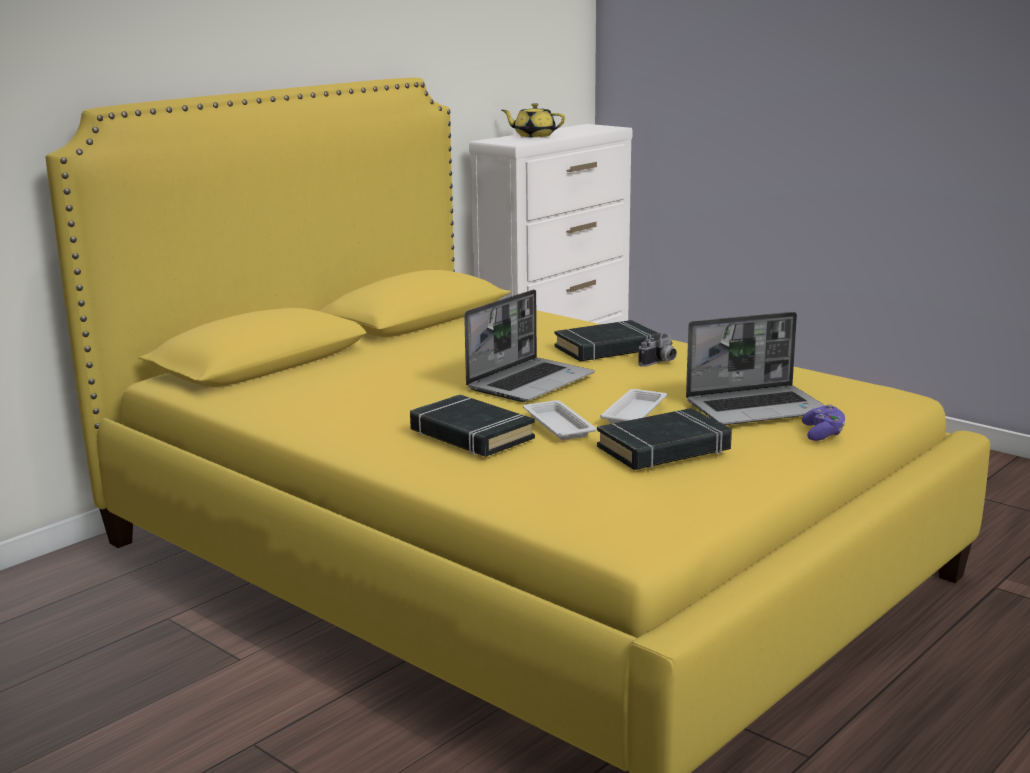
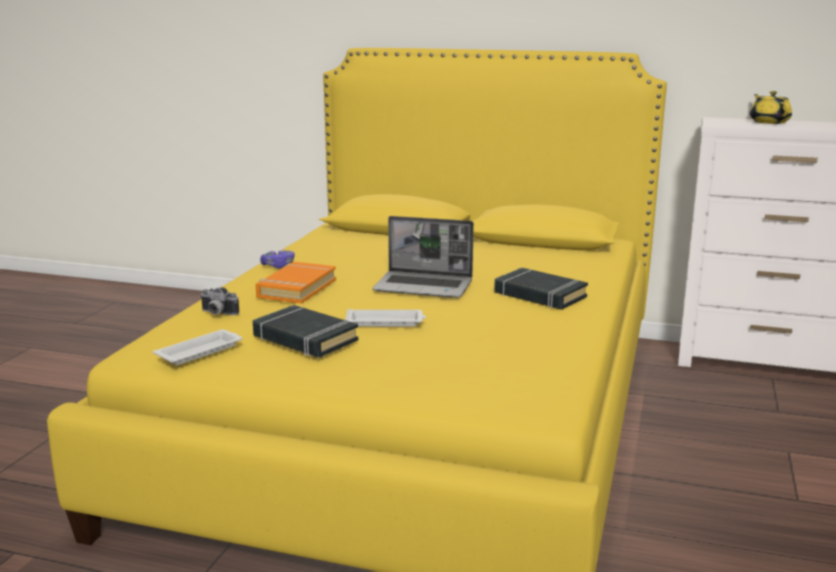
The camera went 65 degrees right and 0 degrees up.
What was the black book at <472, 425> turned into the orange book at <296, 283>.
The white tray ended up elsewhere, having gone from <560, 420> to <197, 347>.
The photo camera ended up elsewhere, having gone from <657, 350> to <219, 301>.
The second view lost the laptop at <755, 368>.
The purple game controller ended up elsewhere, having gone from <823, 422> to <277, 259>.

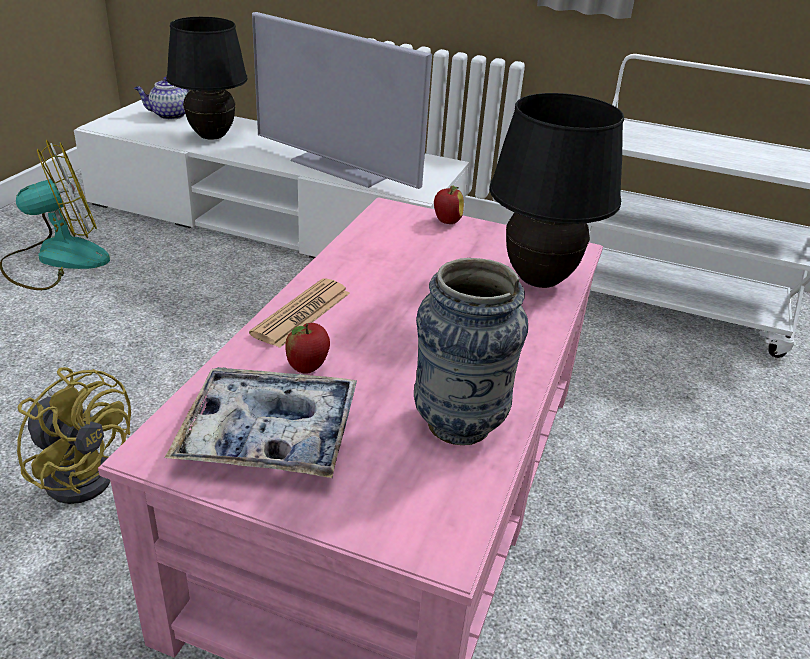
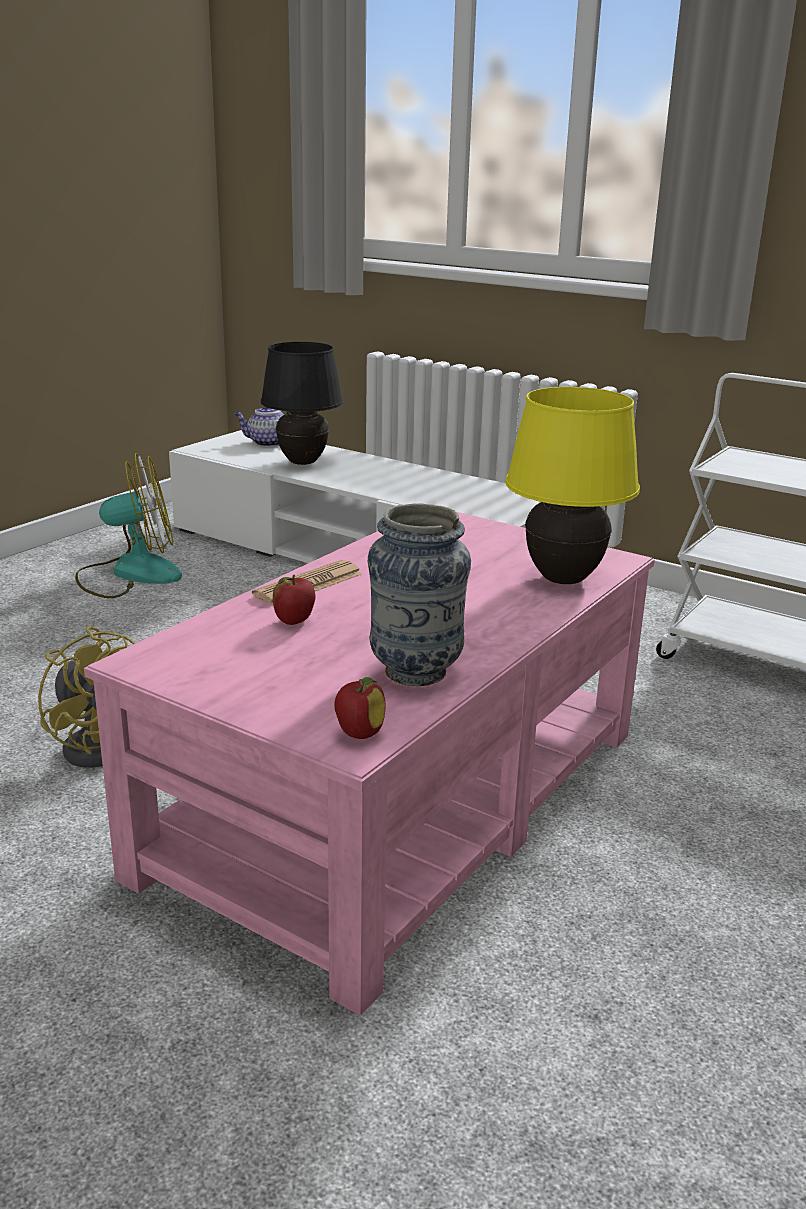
The camera went 15 degrees right and 10 degrees down.
The second view lost the tray at <261, 422>.
The second view lost the television at <342, 100>.
The apple ended up elsewhere, having gone from <449, 204> to <359, 708>.
What was the black table lamp at <556, 190> turned into the yellow table lamp at <572, 485>.

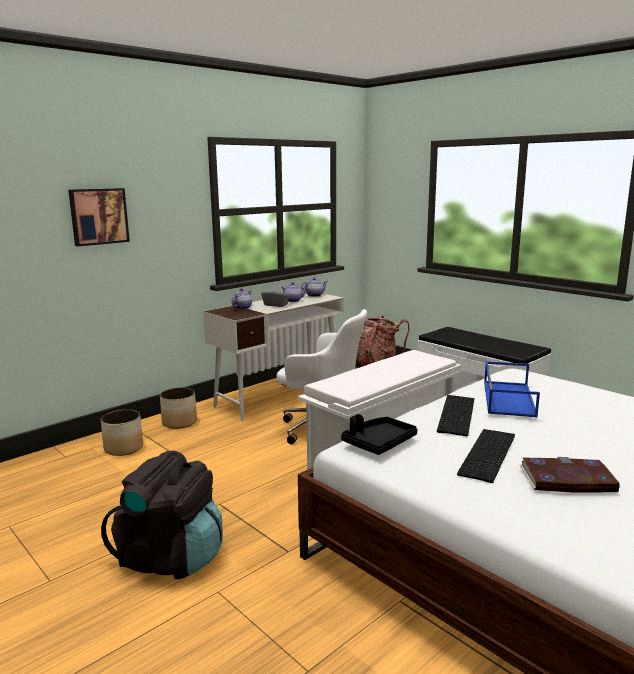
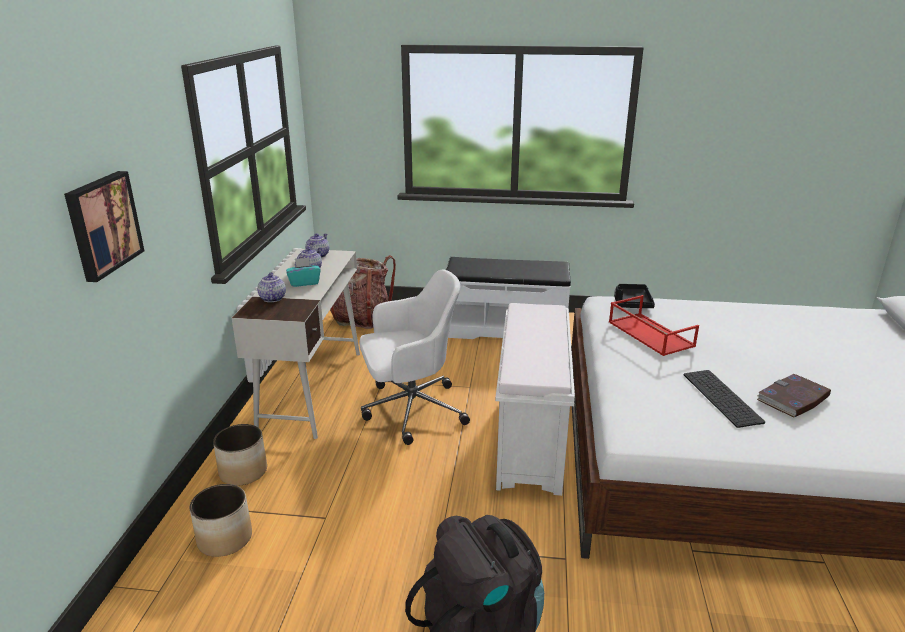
The camera went 40 degrees left and 10 degrees up.
What was the grey tissue box at <275, 296> turned into the turquoise tissue box at <303, 272>.
The black tray ended up elsewhere, having gone from <379, 434> to <634, 296>.
The second view lost the keyboard at <455, 415>.
What was the blue tray at <512, 389> turned into the red tray at <654, 325>.

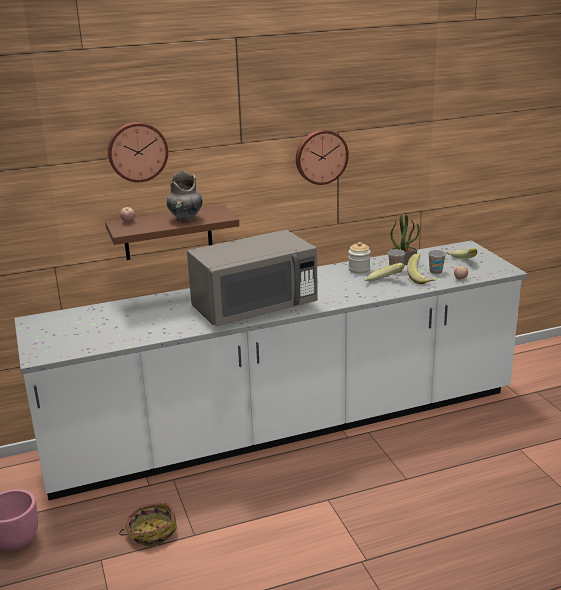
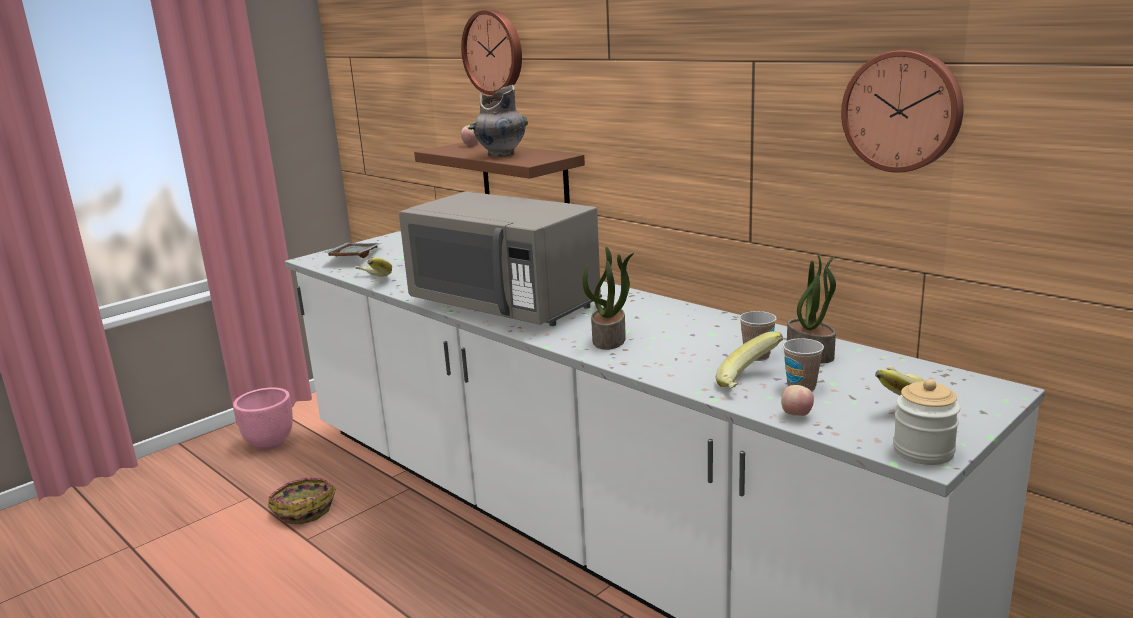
The camera went 65 degrees right and 5 degrees down.
The wall clock ended up elsewhere, having gone from <322, 157> to <902, 111>.
The jar ended up elsewhere, having gone from <359, 258> to <926, 422>.
The banana ended up elsewhere, having gone from <384, 272> to <373, 267>.
The second view gained the grey tray at <351, 250>.
The second view gained the potted plant at <608, 298>.

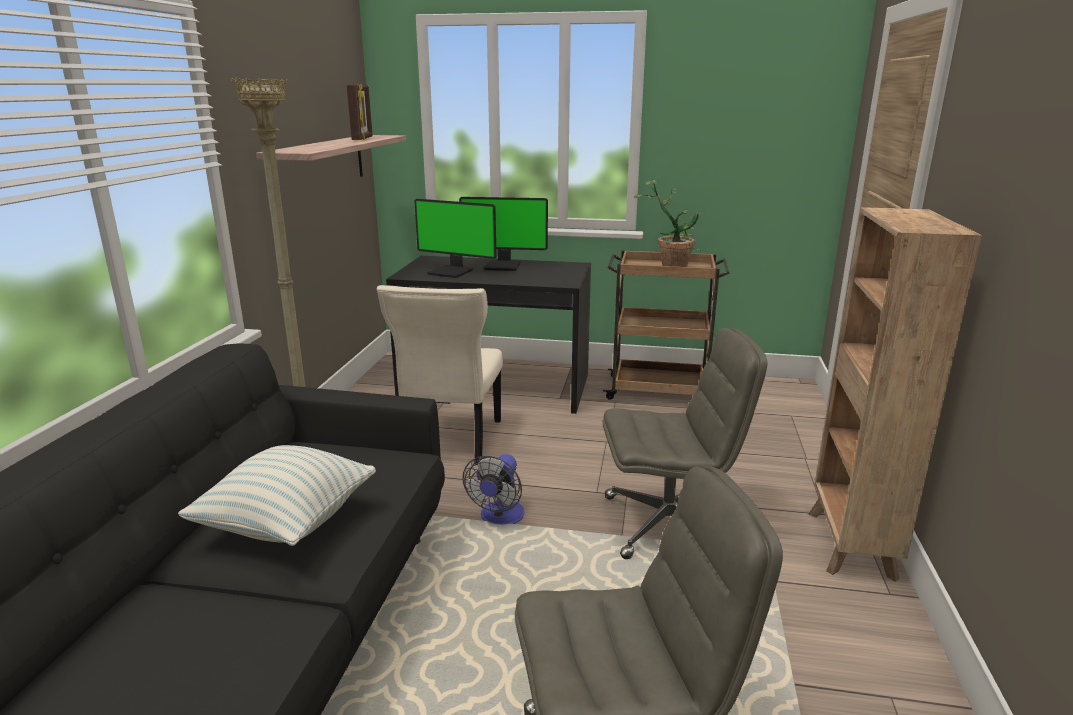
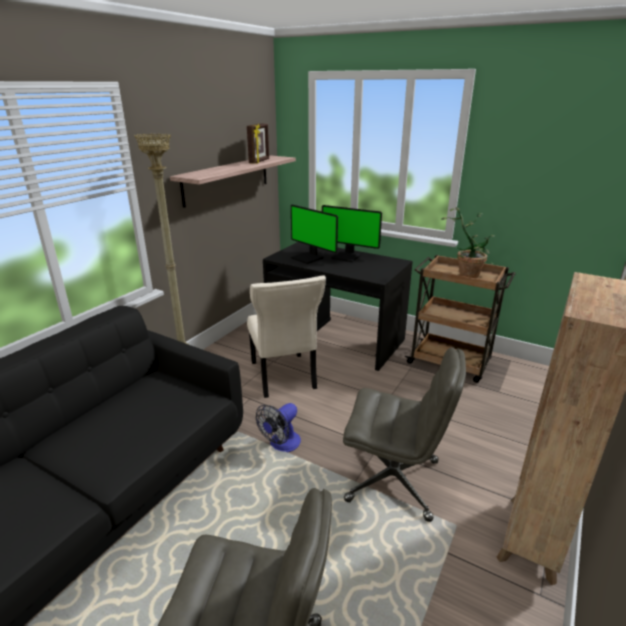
The camera went 20 degrees right and 5 degrees up.
The second view lost the pillow at <277, 495>.
The beige chair at <440, 375> ended up facing another way, 45 degrees counterclockwise from before.

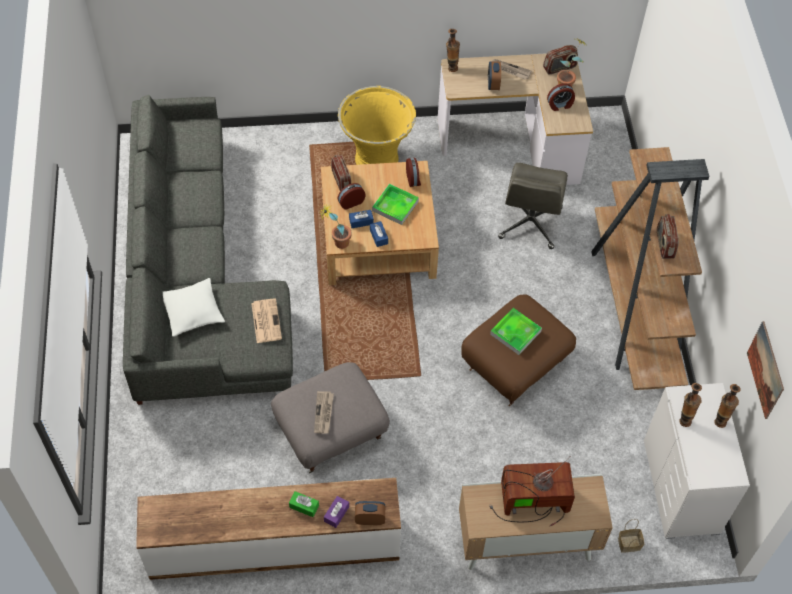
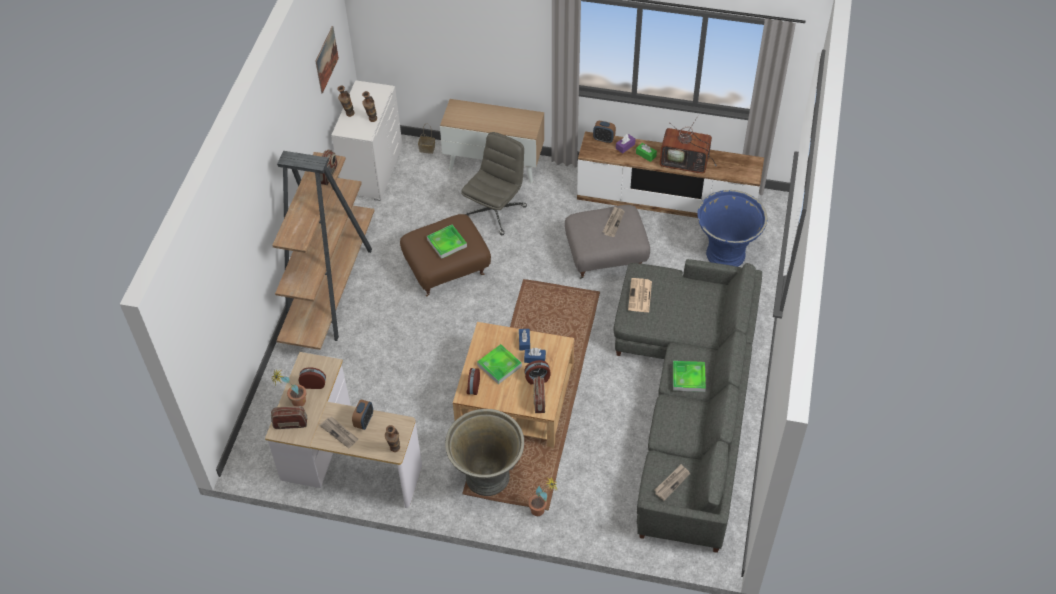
The camera went 160 degrees left and 5 degrees down.
The second view lost the white pillow at <194, 307>.
The potted plant ended up elsewhere, having gone from <336, 226> to <542, 496>.
What was the yellow planter at <377, 125> turned into the grey planter at <484, 452>.
The television ended up elsewhere, having gone from <532, 491> to <688, 144>.
The grey office chair ended up elsewhere, having gone from <533, 206> to <494, 183>.
The second view gained the newspaper at <672, 482>.
The second view gained the tray at <689, 376>.
The second view gained the blue planter at <732, 228>.

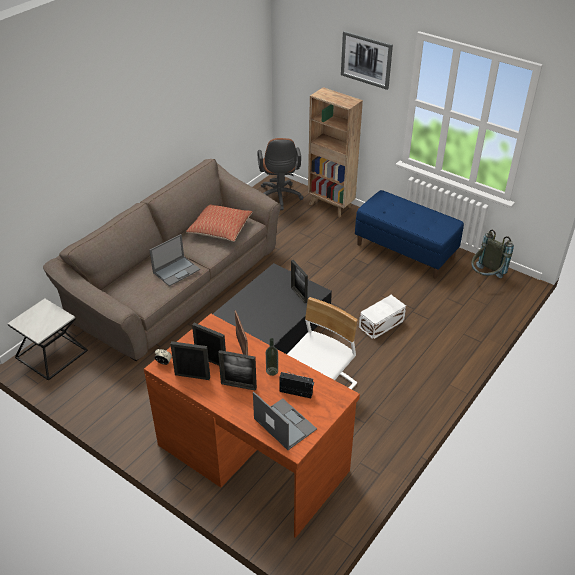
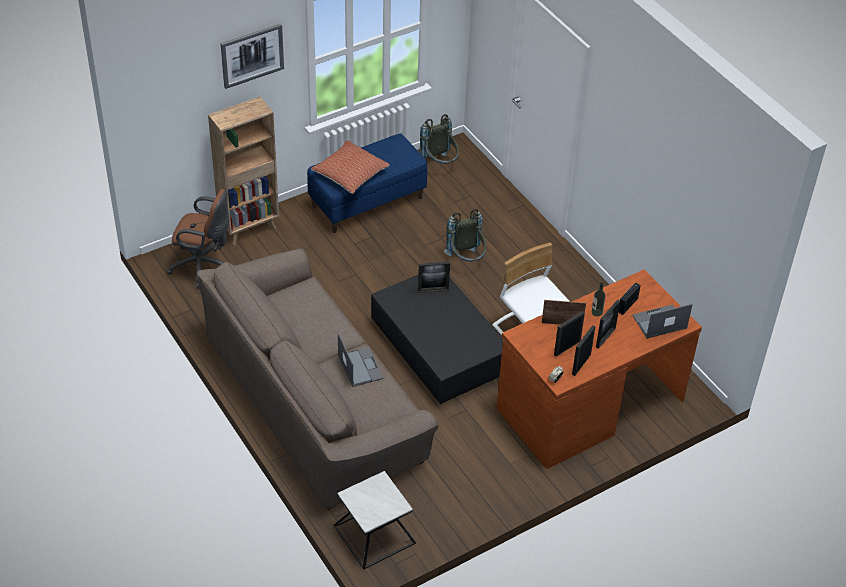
The camera went 70 degrees left and 5 degrees up.
The pillow ended up elsewhere, having gone from <219, 223> to <350, 167>.
Where the white storage box stood at <382, 317>, the grey backpack came to stand at <465, 235>.

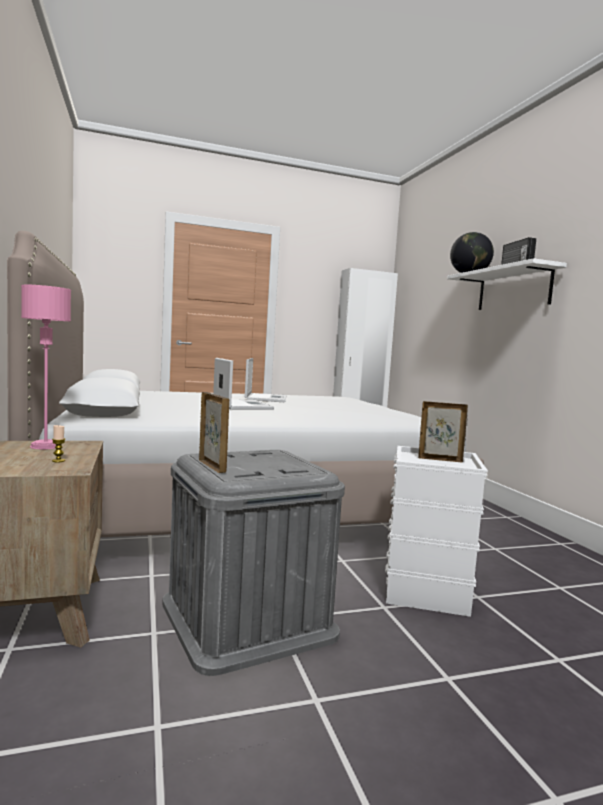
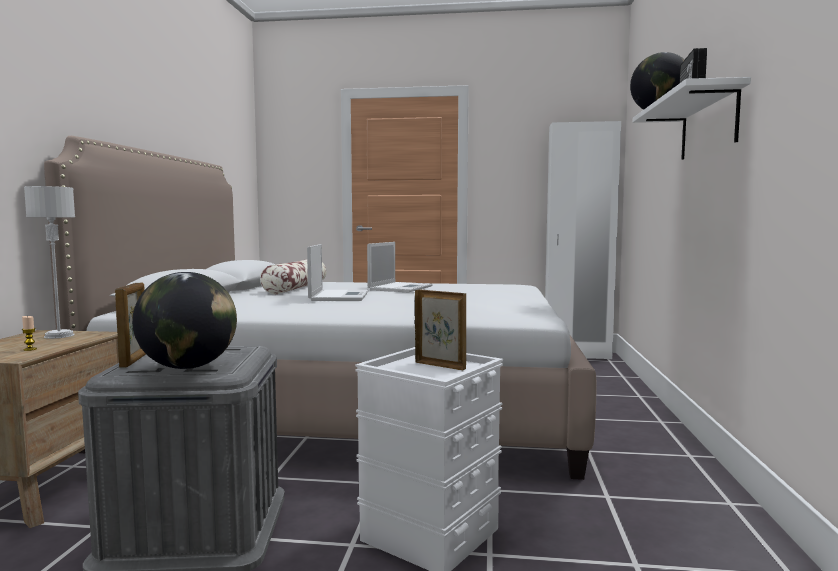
The camera went 25 degrees right and 0 degrees up.
What was the pink table lamp at <46, 367> turned into the grey table lamp at <49, 262>.
The second view gained the globe at <184, 320>.
The second view gained the pillow at <293, 277>.

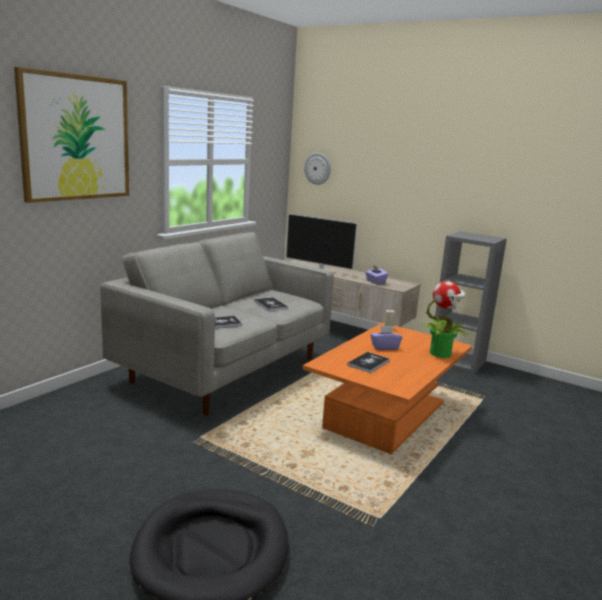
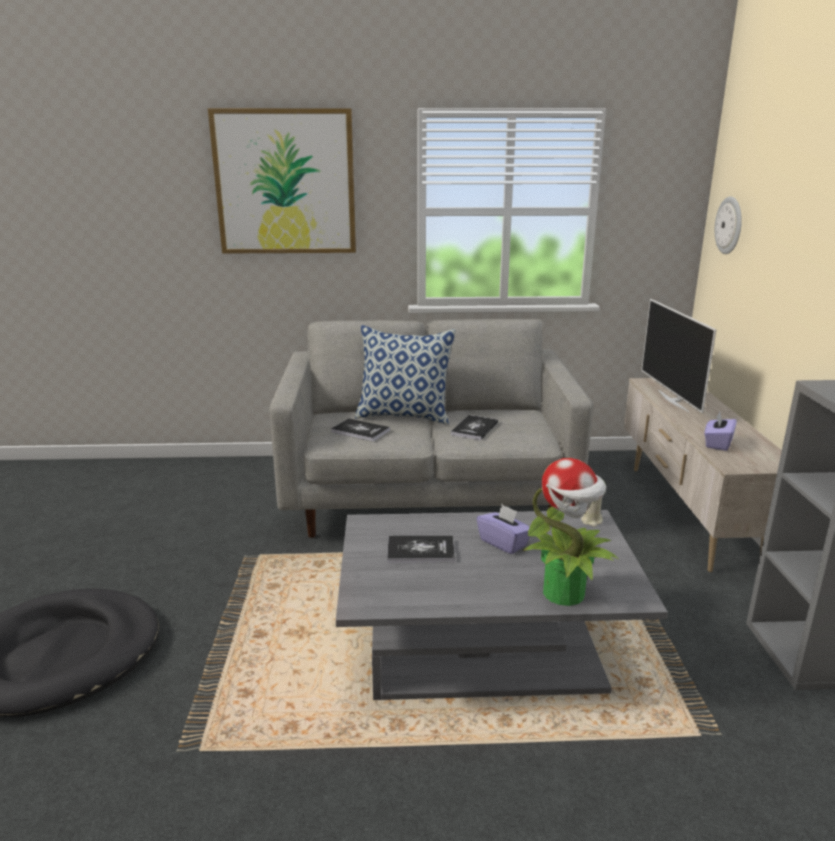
The camera went 55 degrees right and 5 degrees up.
What was the orange coffee table at <387, 388> turned into the grey coffee table at <502, 605>.
The second view gained the pillow at <405, 375>.

